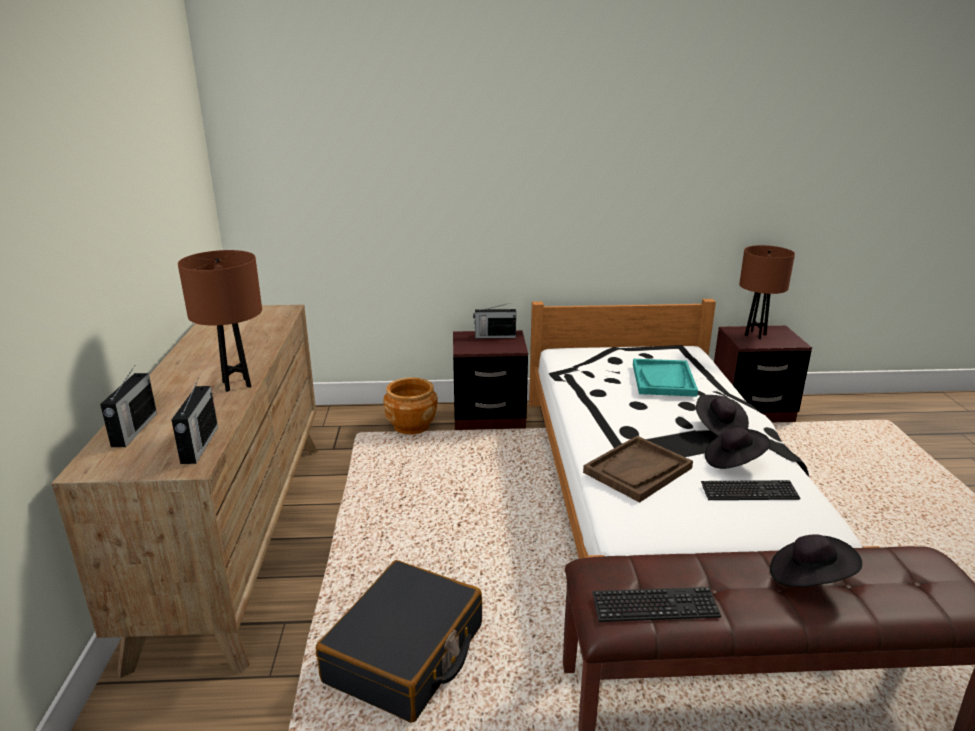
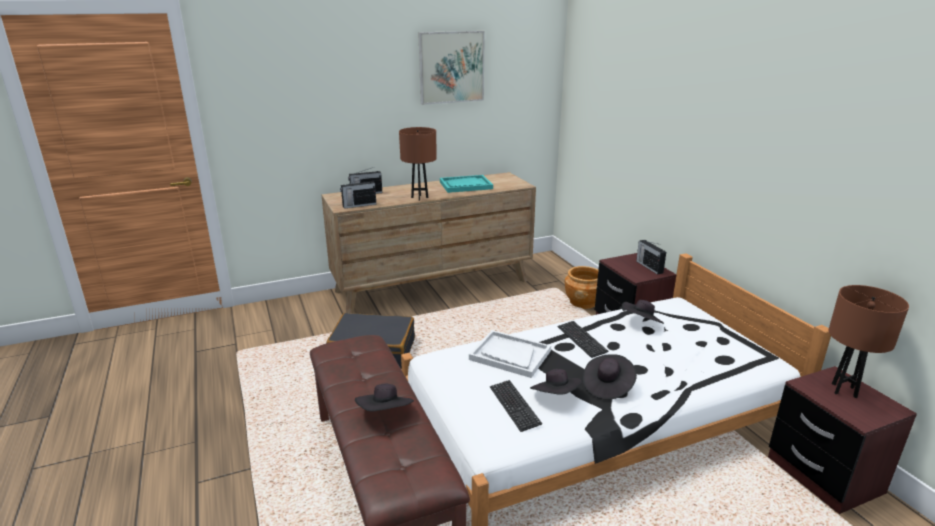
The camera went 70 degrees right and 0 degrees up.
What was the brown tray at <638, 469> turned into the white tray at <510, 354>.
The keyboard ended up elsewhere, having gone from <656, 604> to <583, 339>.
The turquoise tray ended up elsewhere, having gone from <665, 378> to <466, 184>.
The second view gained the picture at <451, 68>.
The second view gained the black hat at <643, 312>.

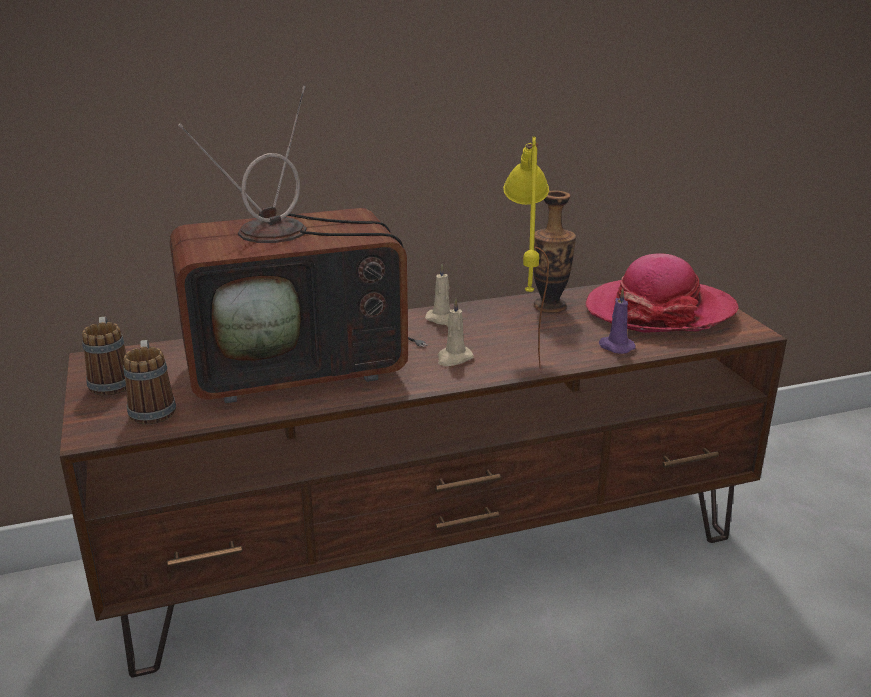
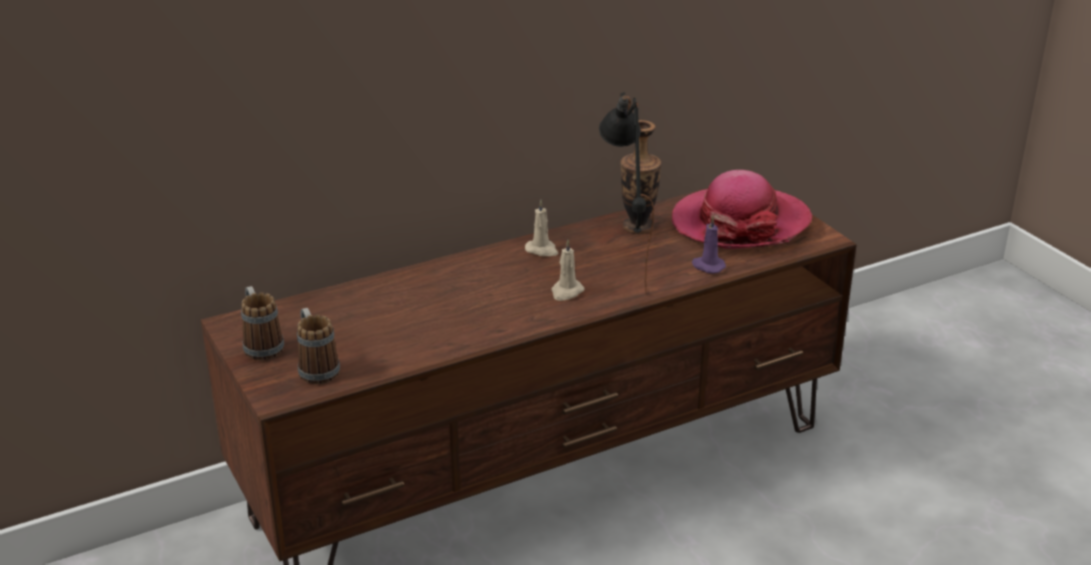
The camera went 10 degrees left and 5 degrees up.
The second view lost the television at <298, 244>.
What was the yellow table lamp at <526, 252> turned into the black table lamp at <626, 193>.

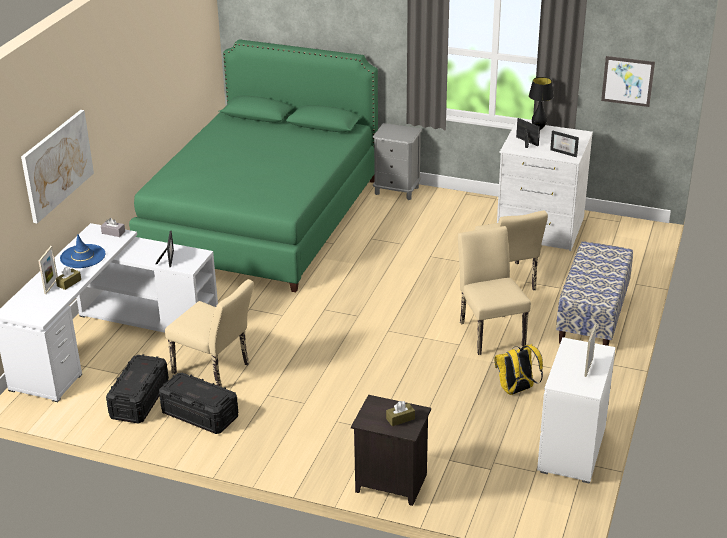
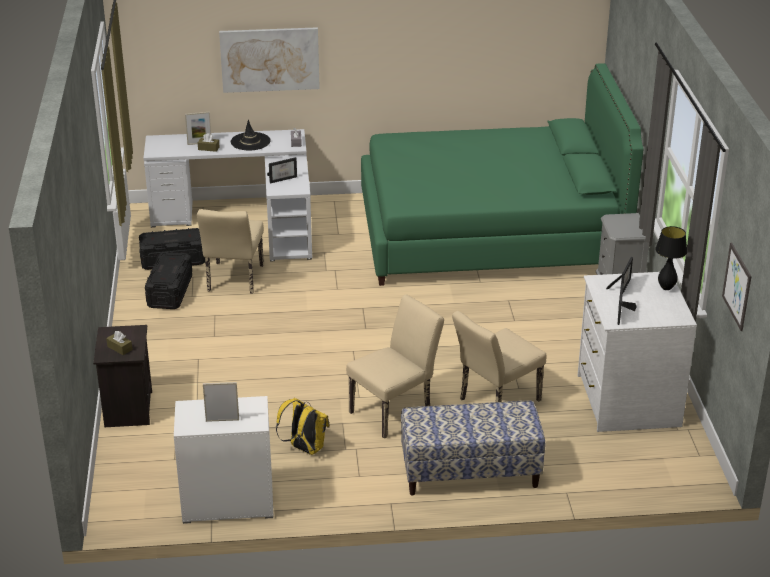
The camera went 65 degrees right and 0 degrees up.
What was the blue hat at <82, 251> turned into the black hat at <251, 135>.

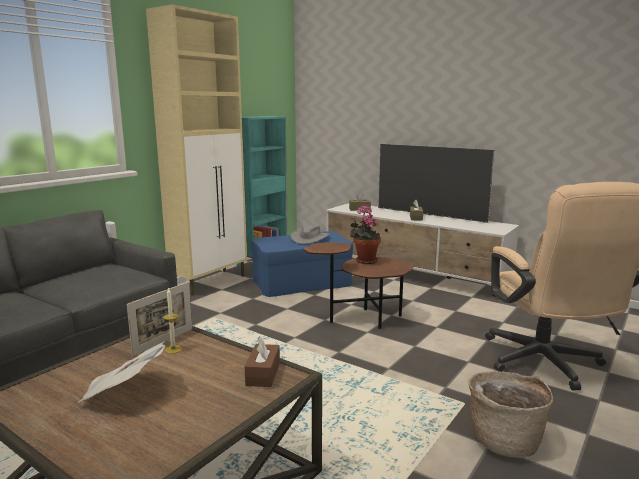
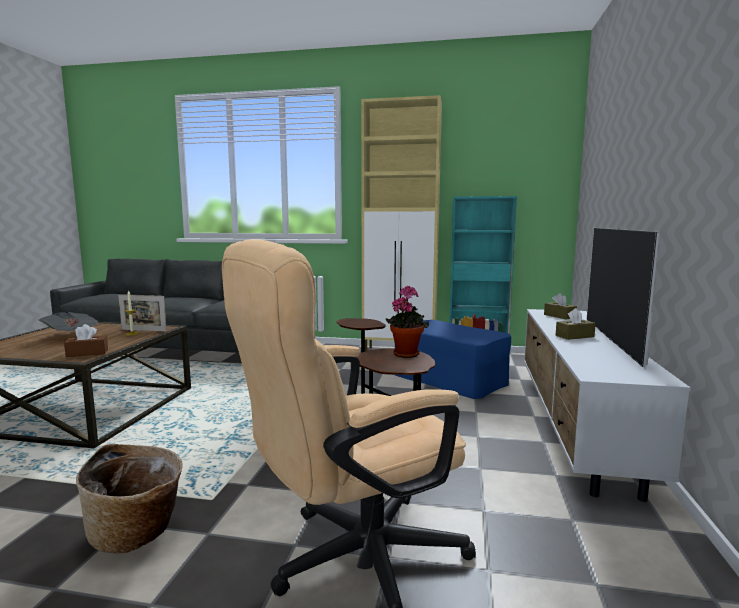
The camera went 65 degrees right and 5 degrees down.
The second view lost the grey hat at <310, 234>.

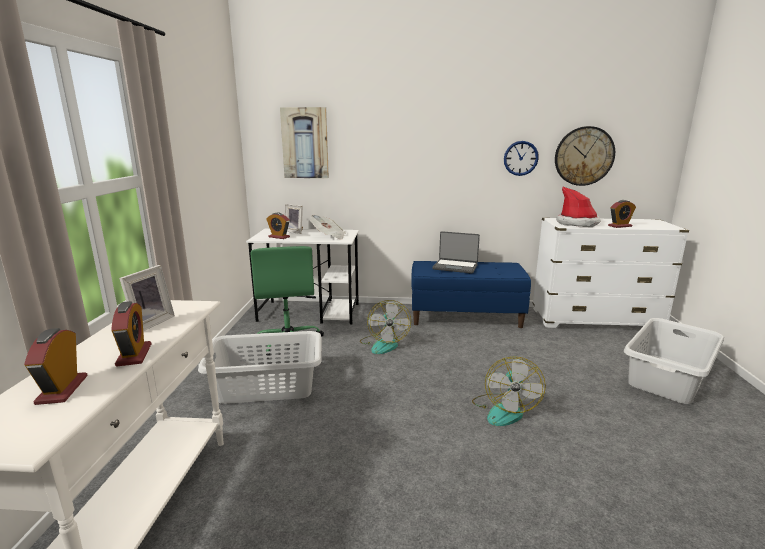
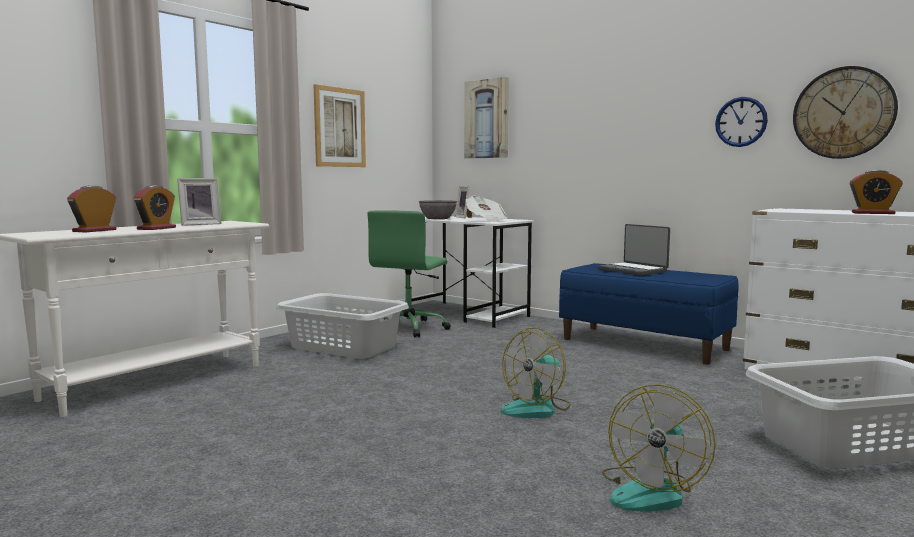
The camera went 35 degrees right and 10 degrees down.
Where the alarm clock stood at <278, 225>, the grey bowl came to stand at <438, 209>.
The fan ended up elsewhere, having gone from <385, 327> to <659, 447>.
The second view lost the hat at <578, 206>.
The second view gained the picture at <340, 125>.

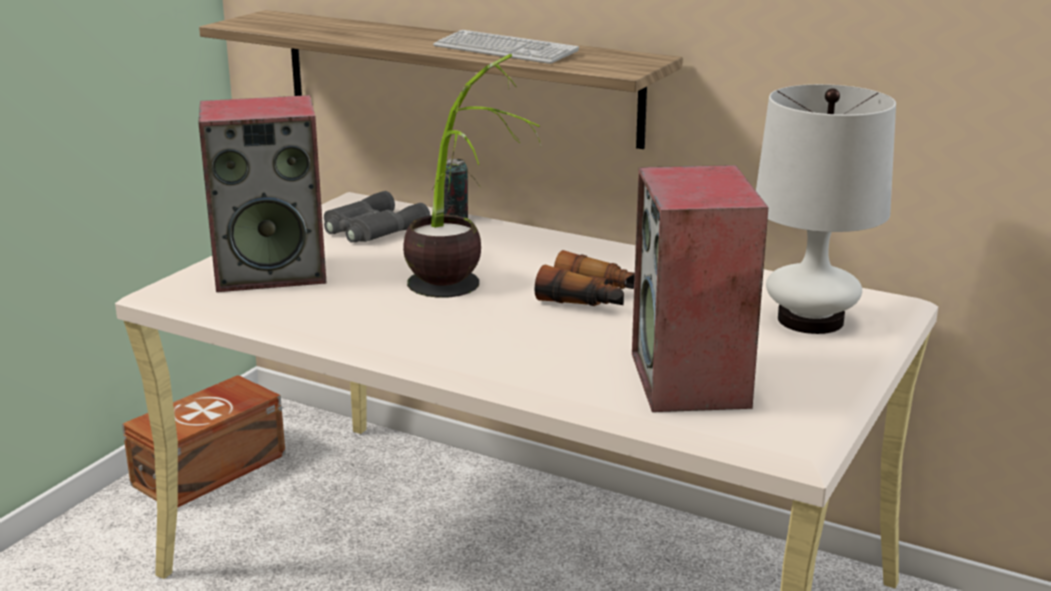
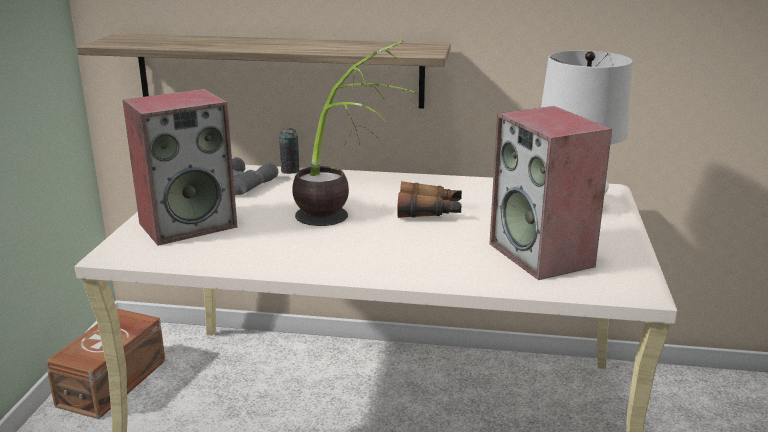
The camera went 20 degrees left and 0 degrees up.
The second view lost the keyboard at <506, 47>.

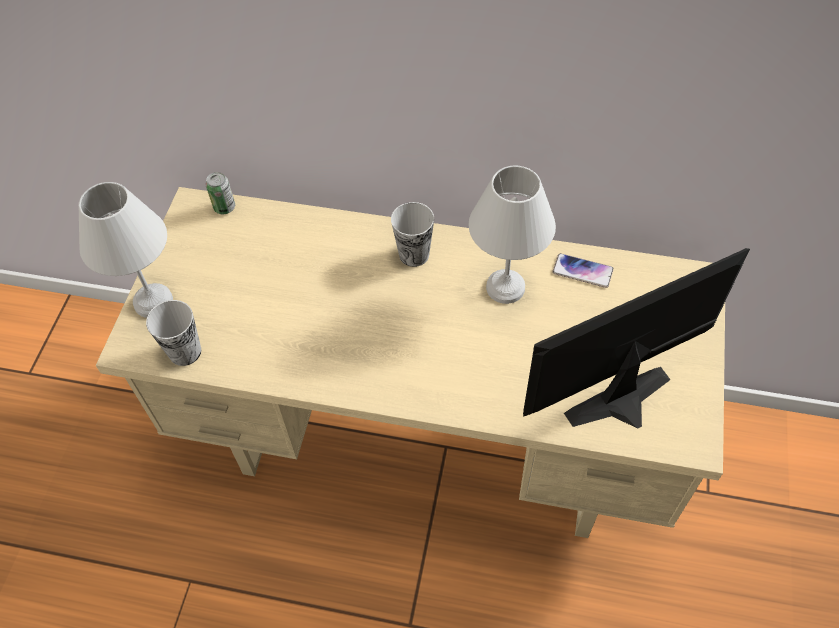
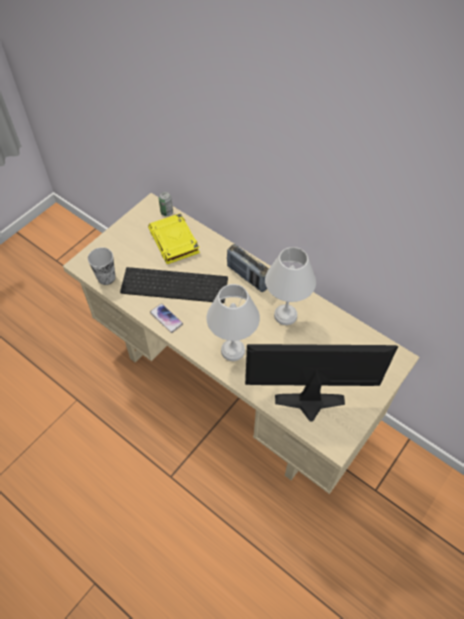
The camera went 25 degrees right and 0 degrees up.
The white table lamp ended up elsewhere, having gone from <126, 250> to <233, 322>.
Where the cup stood at <412, 234>, the radio came to stand at <248, 268>.
The phone ended up elsewhere, having gone from <582, 270> to <166, 318>.
The second view gained the keyboard at <174, 285>.
The second view gained the yellow book at <174, 238>.

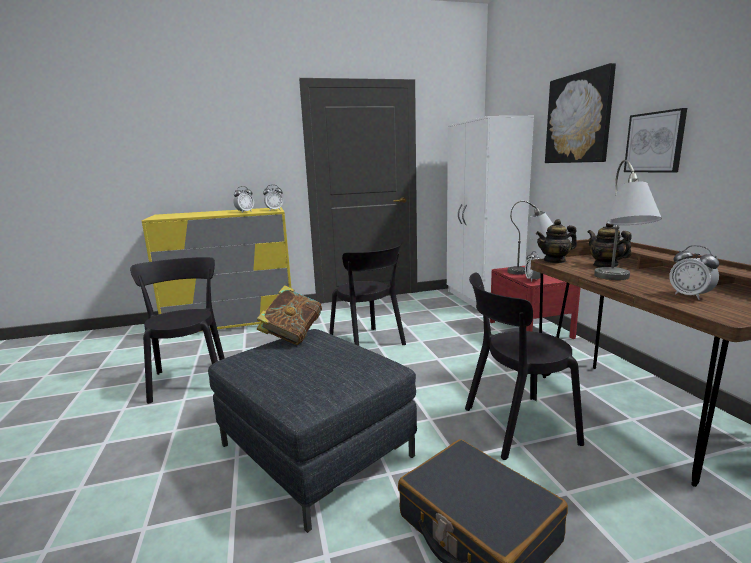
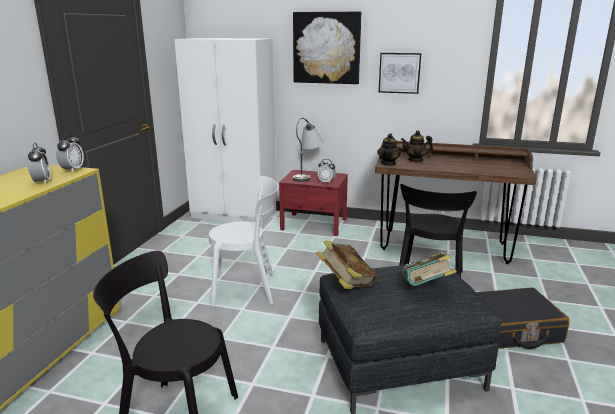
The camera went 60 degrees left and 5 degrees up.
What was the black chair at <367, 294> turned into the white chair at <243, 241>.
The second view lost the grey table lamp at <628, 220>.
The second view lost the alarm clock at <694, 272>.
The second view gained the book at <430, 269>.

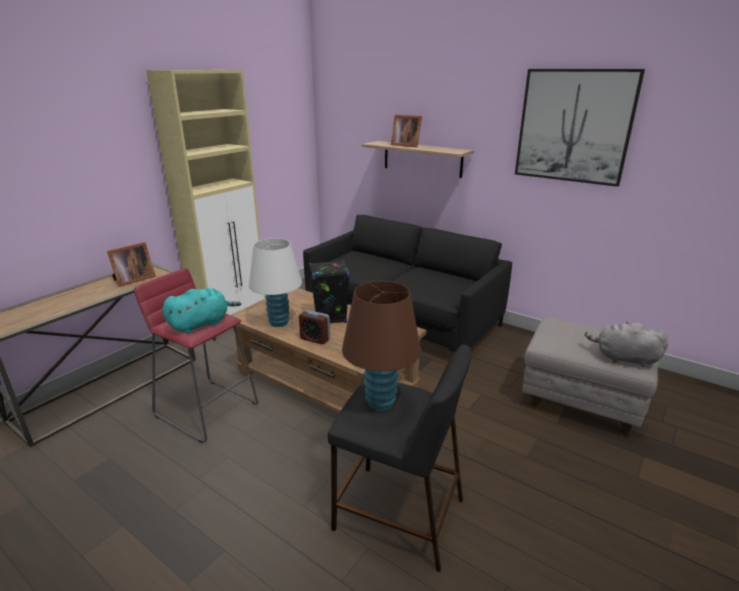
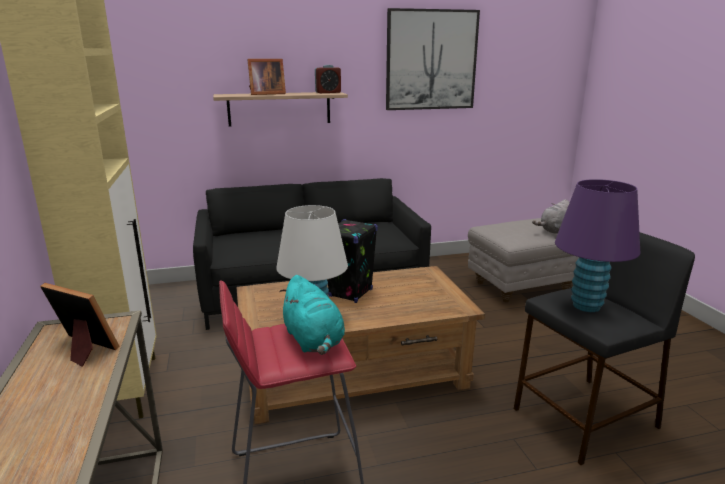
The camera went 50 degrees left and 5 degrees down.
The picture frame at <131, 264> ended up facing another way, 60 degrees counterclockwise from before.
The turquoise plush toy at <201, 311> ended up facing another way, 150 degrees clockwise from before.
The alarm clock ended up elsewhere, having gone from <314, 327> to <328, 79>.
What was the brown table lamp at <381, 346> turned into the purple table lamp at <597, 245>.

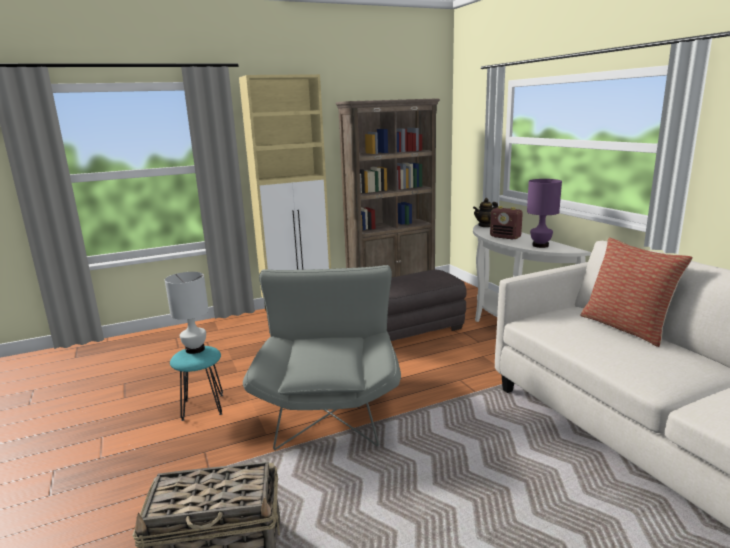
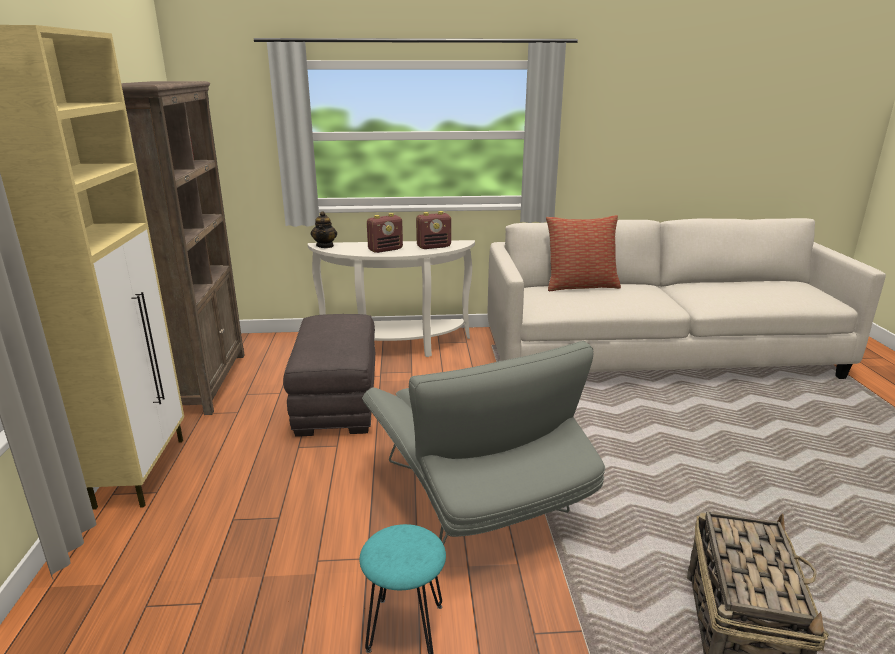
The camera went 70 degrees left and 5 degrees up.
The second view lost the white table lamp at <187, 313>.
The grey armchair at <322, 357> ended up facing another way, 135 degrees counterclockwise from before.
Where the purple table lamp stood at <544, 213>, the radio came to stand at <433, 230>.

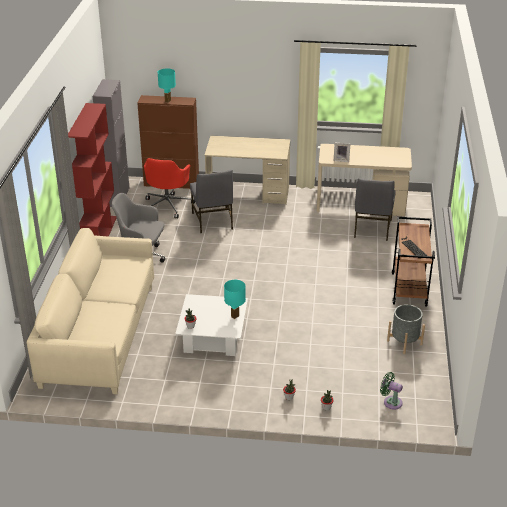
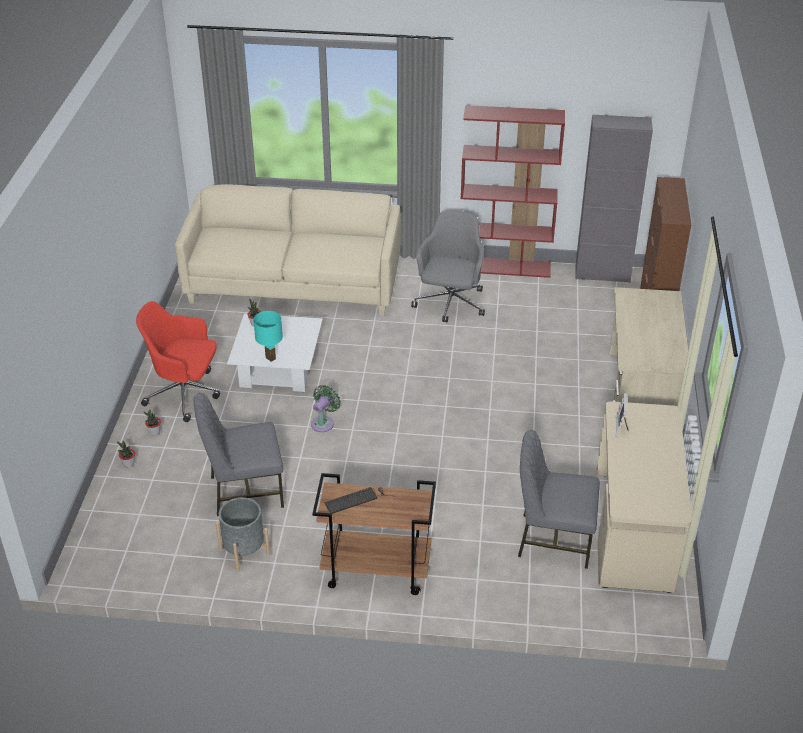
The camera went 90 degrees right and 5 degrees up.
The red office chair ended up elsewhere, having gone from <169, 188> to <178, 361>.
The second view lost the turquoise table lamp at <167, 85>.
The grey chair ended up elsewhere, having gone from <211, 201> to <238, 454>.
The green fan ended up elsewhere, having gone from <391, 391> to <326, 408>.

